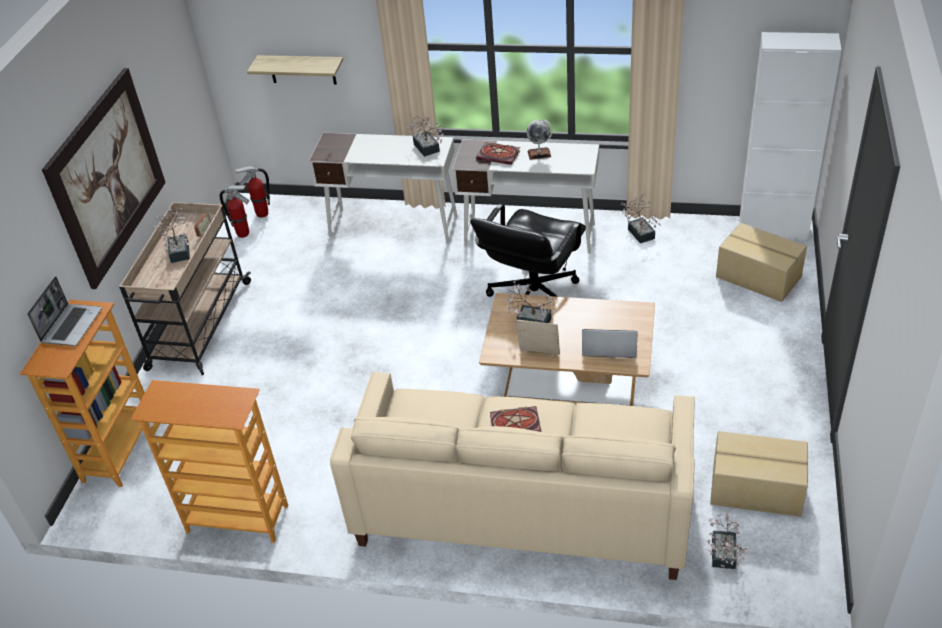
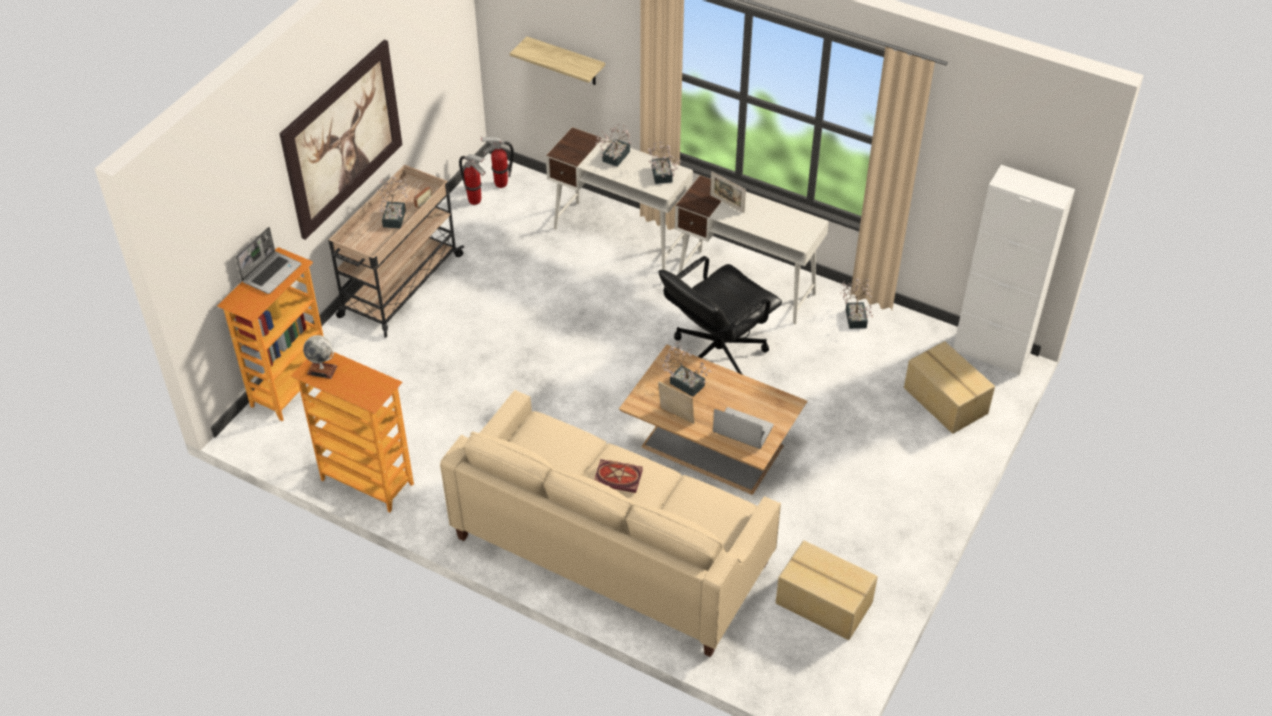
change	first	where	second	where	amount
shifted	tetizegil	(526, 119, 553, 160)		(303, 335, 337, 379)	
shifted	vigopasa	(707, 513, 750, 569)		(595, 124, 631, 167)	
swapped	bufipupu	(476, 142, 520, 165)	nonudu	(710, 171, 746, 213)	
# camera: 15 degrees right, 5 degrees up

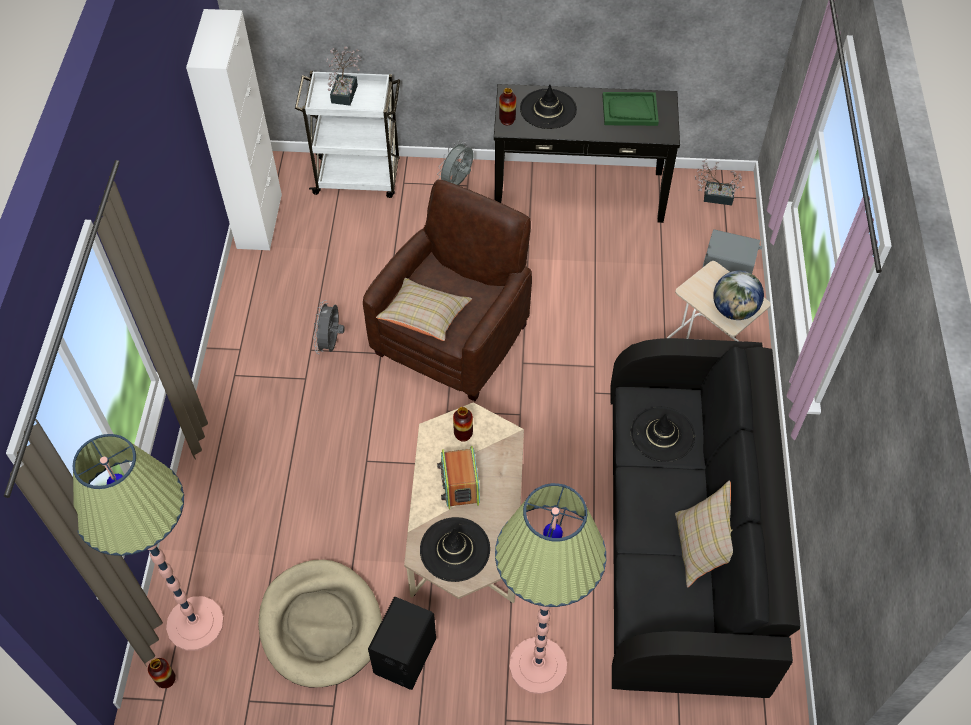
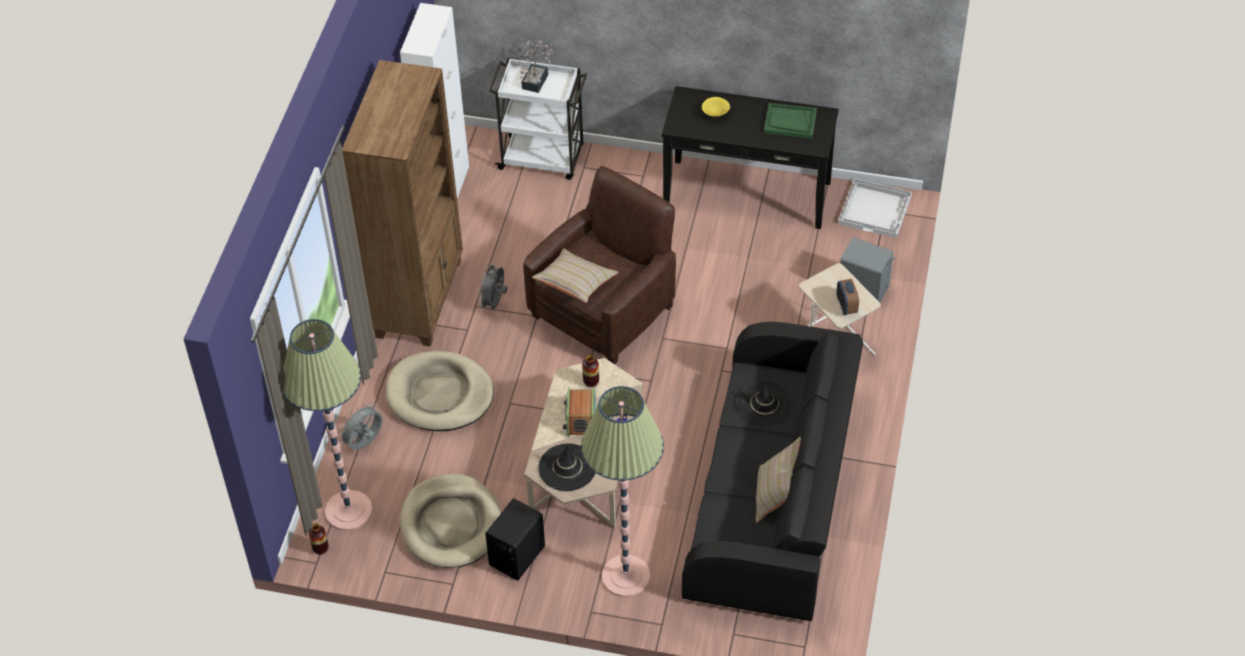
change	first	where	second	where	amount
shifted	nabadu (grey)	(437, 141, 473, 185)		(338, 404, 383, 450)	
new			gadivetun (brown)	(342, 60, 463, 347)	
new			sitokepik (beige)	(386, 351, 494, 431)	
swapped	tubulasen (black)	(520, 85, 577, 129)	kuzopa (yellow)	(702, 97, 730, 117)	
swapped	tetizegil	(713, 271, 764, 320)	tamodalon	(836, 279, 859, 315)	
swapped	vigopasa	(695, 159, 745, 206)	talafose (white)	(838, 178, 912, 238)	
gone	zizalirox	(499, 88, 516, 125)			
# camera: 10 degrees right, 5 degrees down

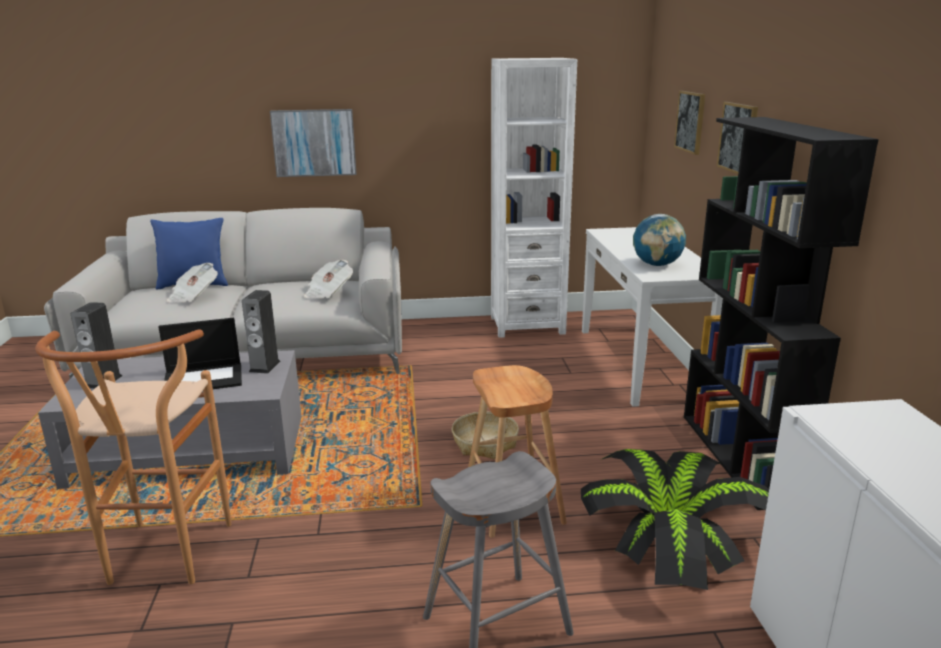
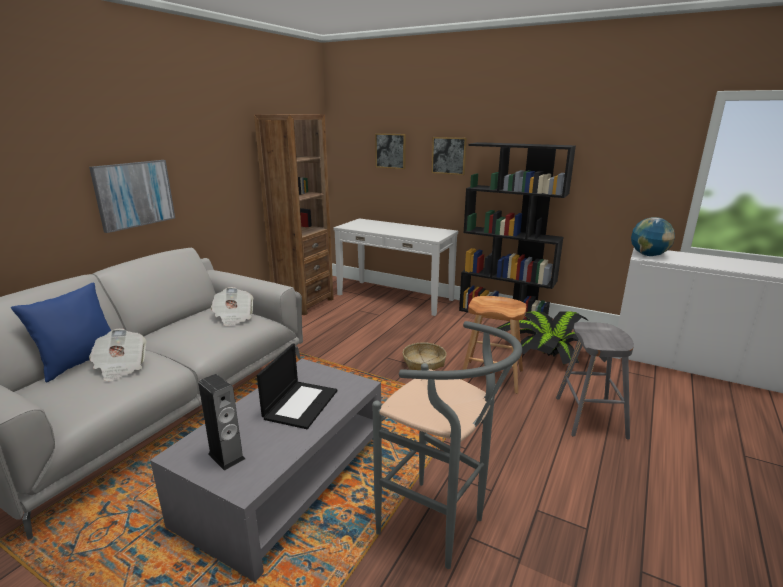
change	first	where	second	where	amount
repainted	gadivetun (white)	(491, 58, 577, 338)	gadivetun (brown)	(254, 114, 334, 315)	
repainted	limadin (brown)	(35, 329, 231, 585)	limadin (grey)	(372, 321, 522, 569)	
shifted	tetizegil	(633, 214, 686, 266)		(631, 217, 675, 256)	
gone	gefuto	(242, 290, 280, 374)			
# camera: 55 degrees left, 0 degrees up

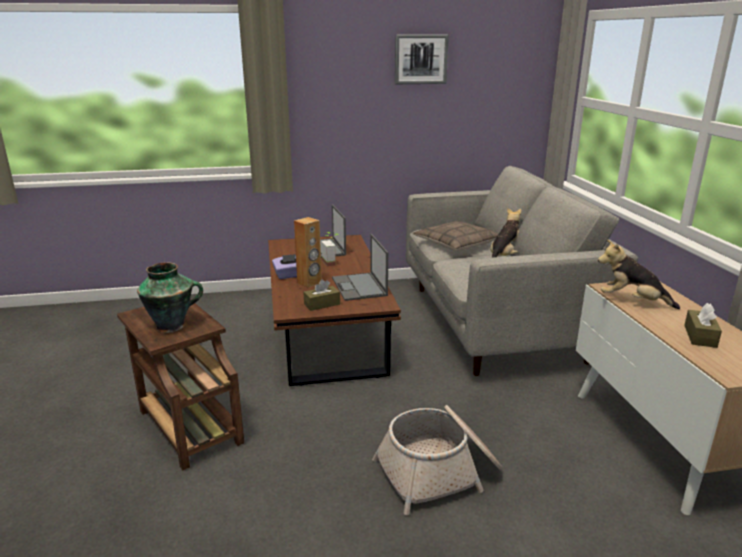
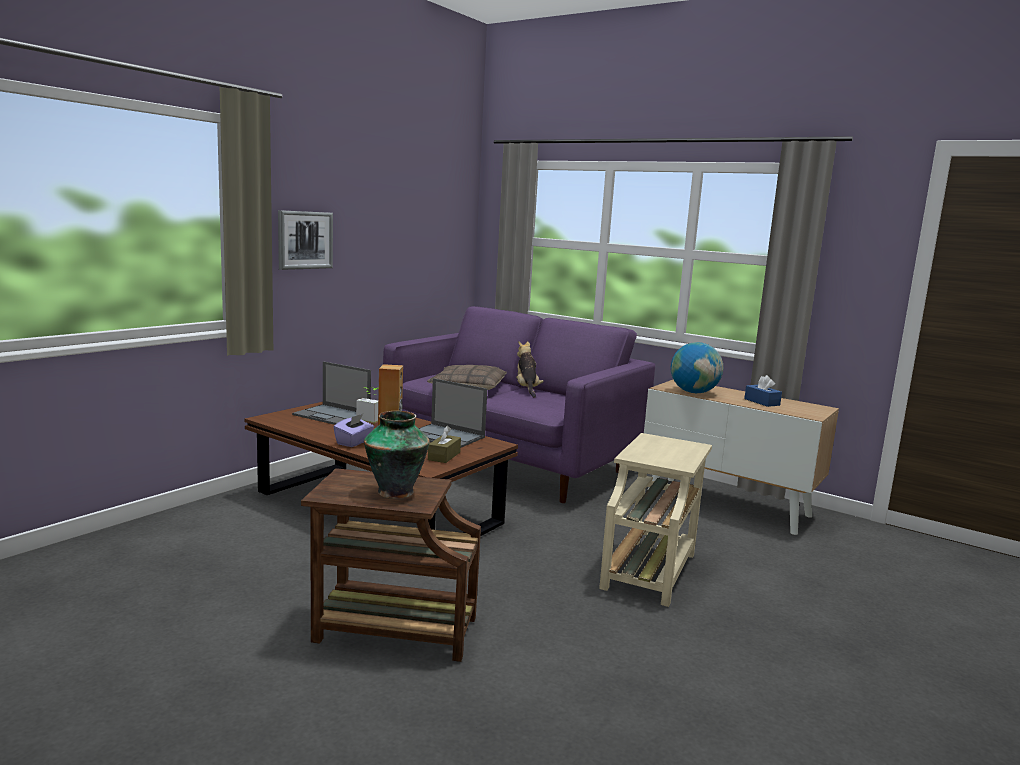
change	first	where	second	where	amount
shifted	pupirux	(395, 35, 449, 84)		(278, 210, 333, 270)	
repainted	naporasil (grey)	(406, 166, 638, 376)	naporasil (purple)	(383, 306, 655, 503)	
swapped	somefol	(372, 405, 502, 515)	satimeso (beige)	(599, 433, 712, 607)	
swapped	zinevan	(598, 240, 680, 309)	tetizegil	(671, 342, 723, 393)	
repainted	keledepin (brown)	(684, 303, 722, 348)	keledepin (blue)	(744, 375, 782, 407)	
# camera: 45 degrees left, 10 degrees down

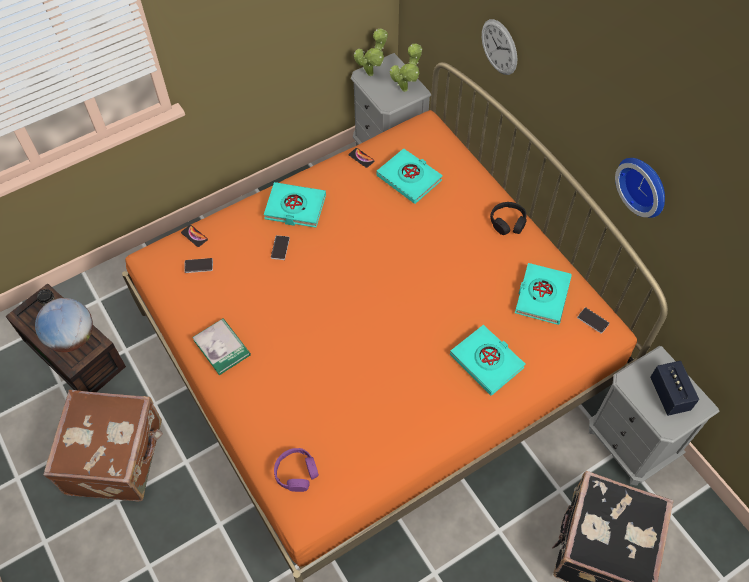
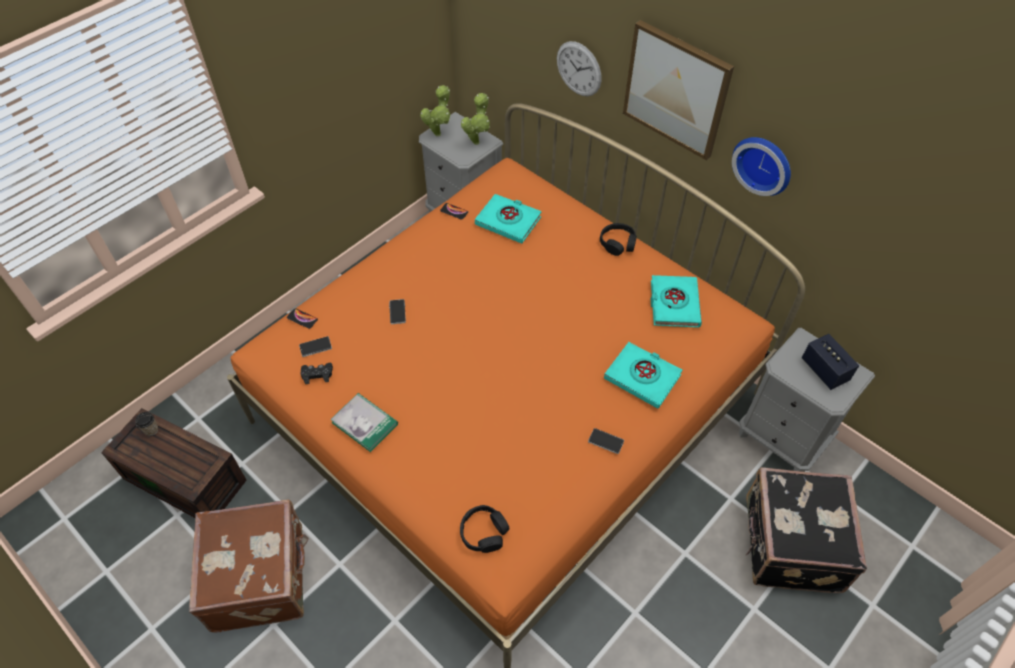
change	first	where	second	where	amount
new			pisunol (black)	(301, 363, 333, 384)	
repainted	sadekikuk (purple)	(274, 448, 319, 492)	sadekikuk (black)	(460, 505, 509, 553)	
shifted	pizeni	(577, 307, 610, 333)		(588, 428, 624, 454)	
new			pupirux	(623, 20, 734, 160)	
gone	tetizegil	(35, 298, 93, 352)			
gone	bufipupu (turquoise)	(264, 182, 326, 228)			
# camera: 15 degrees left, 5 degrees down

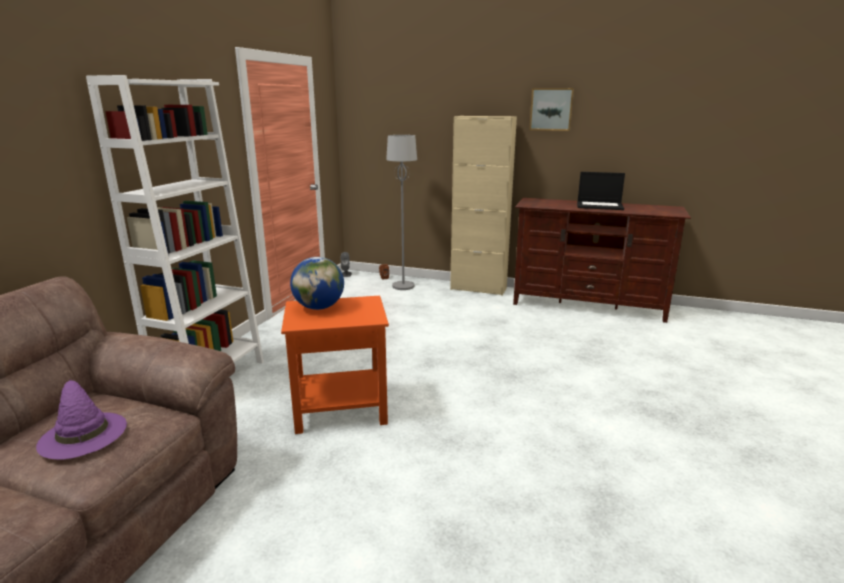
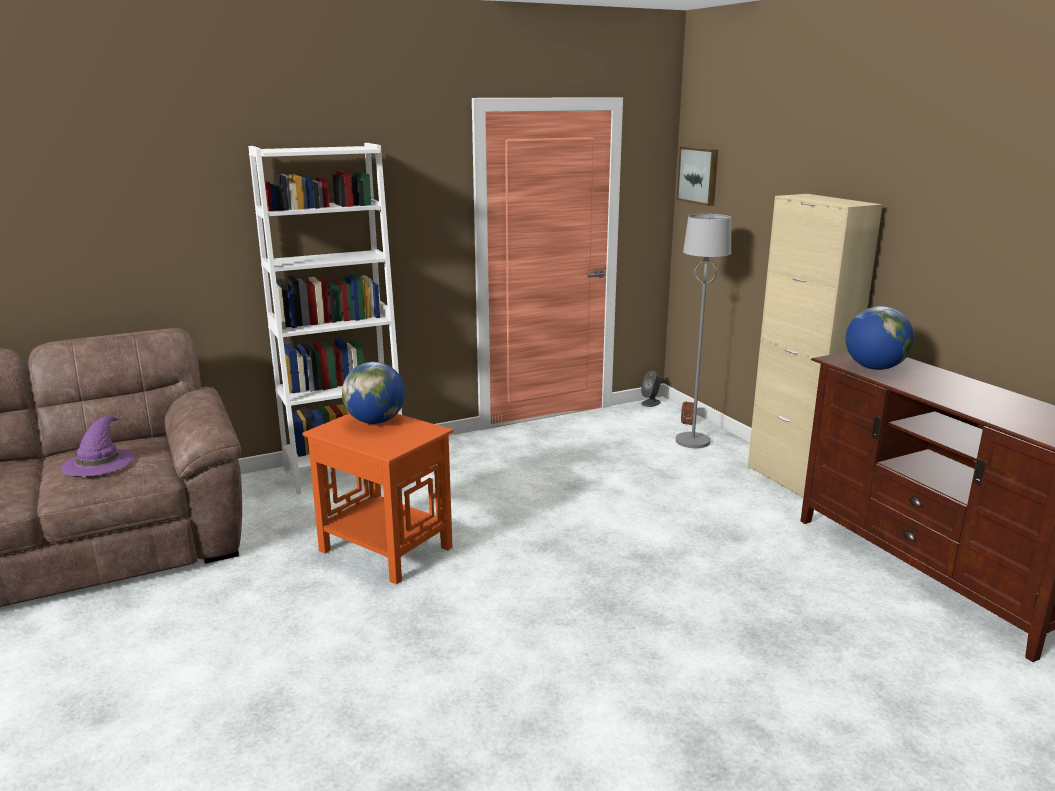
change	first	where	second	where	amount
shifted	pupirux	(529, 88, 574, 131)		(677, 147, 718, 206)	
new			tetizegil	(845, 306, 914, 370)	
gone	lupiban	(577, 172, 625, 210)			
# camera: 45 degrees right, 0 degrees up

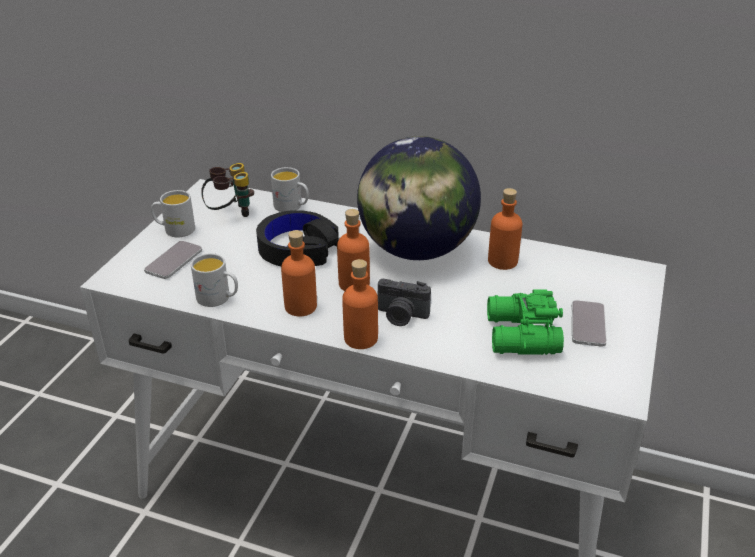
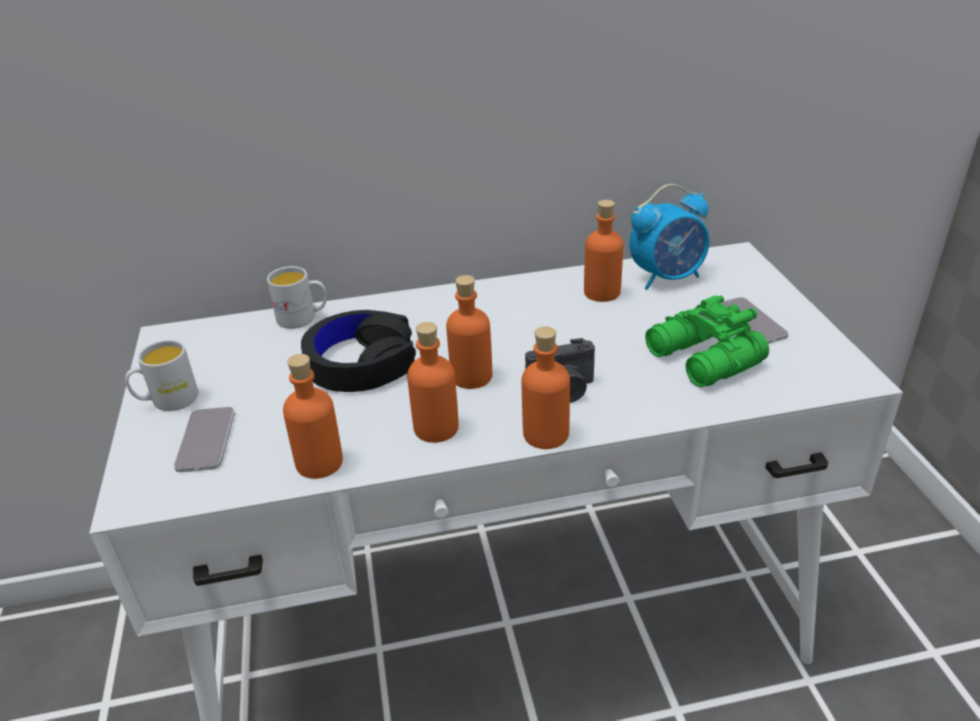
change	first	where	second	where	amount
swapped	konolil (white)	(191, 253, 238, 307)	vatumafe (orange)	(283, 354, 343, 479)	
new			tamodalon	(629, 184, 709, 290)	
gone	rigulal	(201, 163, 254, 217)			
gone	tetizegil	(357, 136, 481, 260)			
# camera: 30 degrees left, 0 degrees up

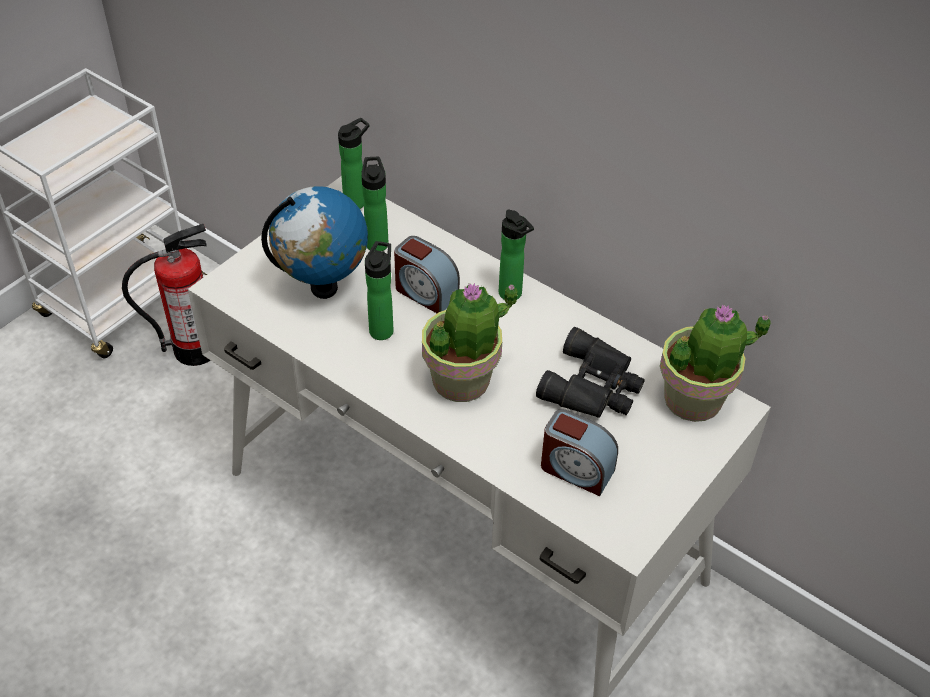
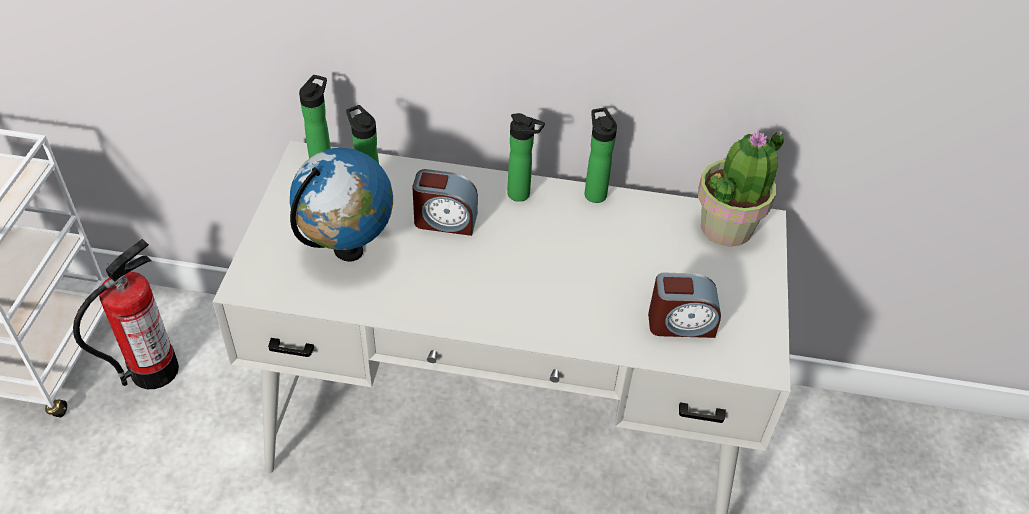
change	first	where	second	where	amount
shifted	vatumafe	(365, 241, 393, 340)		(585, 108, 617, 203)	
gone	vigopasa	(422, 283, 518, 402)			
gone	rigulal (black)	(536, 327, 645, 418)			
# camera: 30 degrees left, 0 degrees up

